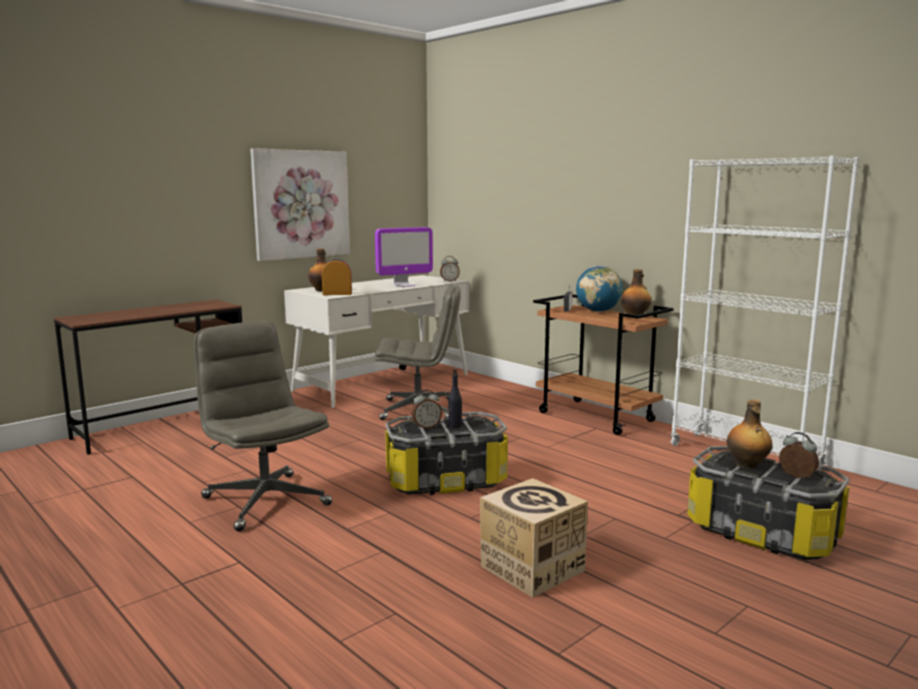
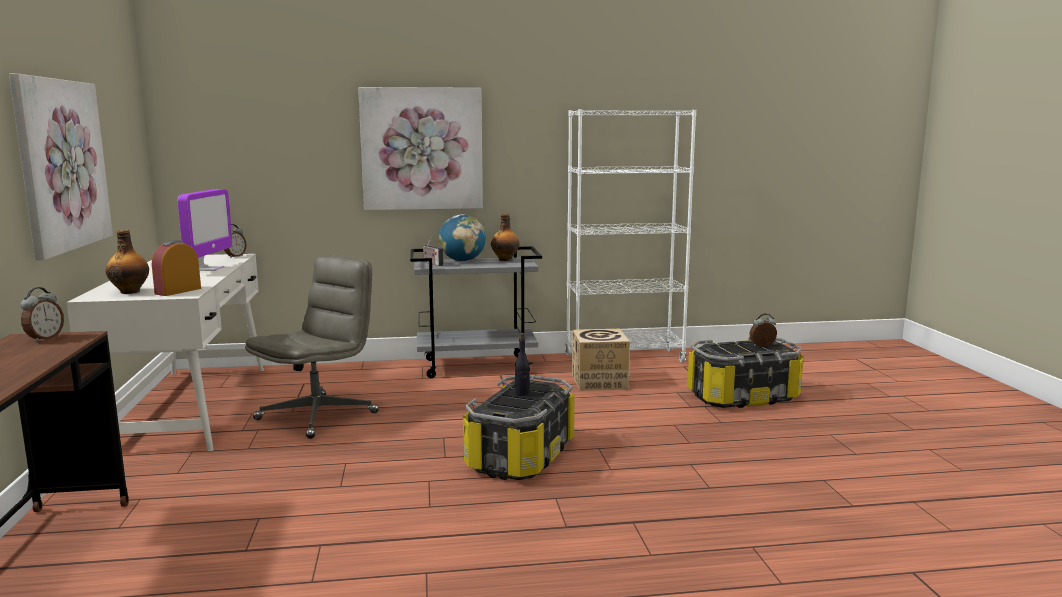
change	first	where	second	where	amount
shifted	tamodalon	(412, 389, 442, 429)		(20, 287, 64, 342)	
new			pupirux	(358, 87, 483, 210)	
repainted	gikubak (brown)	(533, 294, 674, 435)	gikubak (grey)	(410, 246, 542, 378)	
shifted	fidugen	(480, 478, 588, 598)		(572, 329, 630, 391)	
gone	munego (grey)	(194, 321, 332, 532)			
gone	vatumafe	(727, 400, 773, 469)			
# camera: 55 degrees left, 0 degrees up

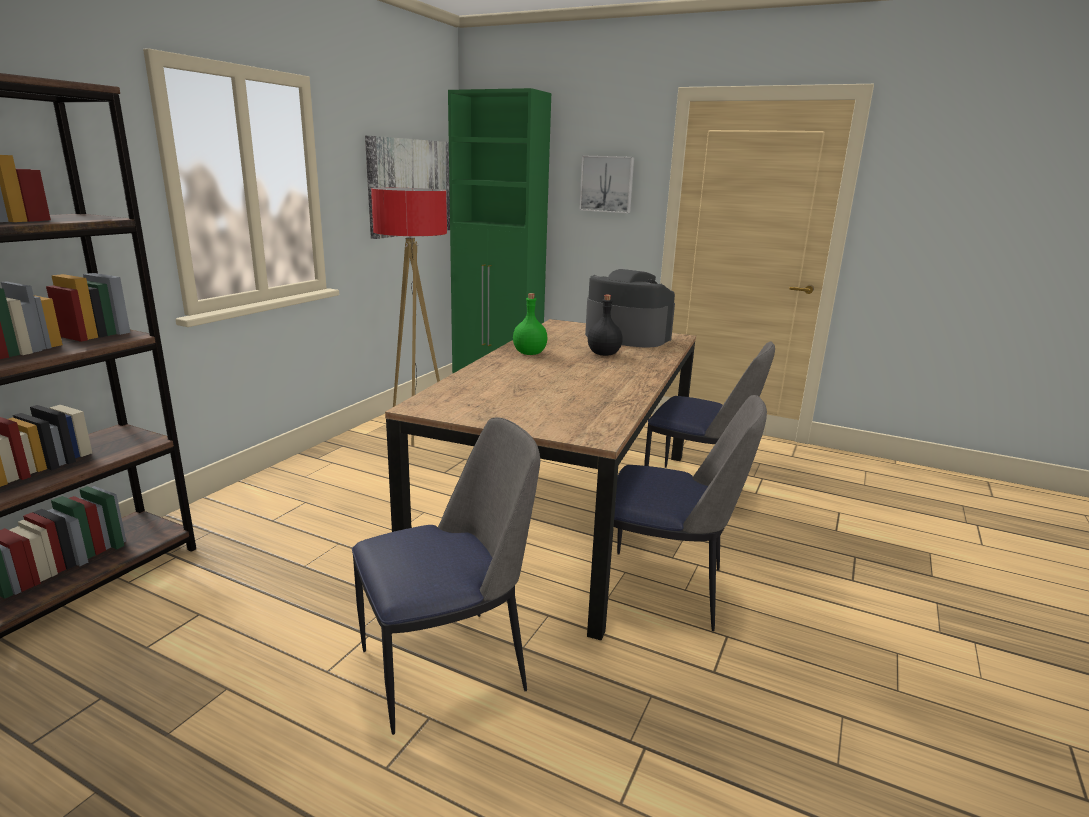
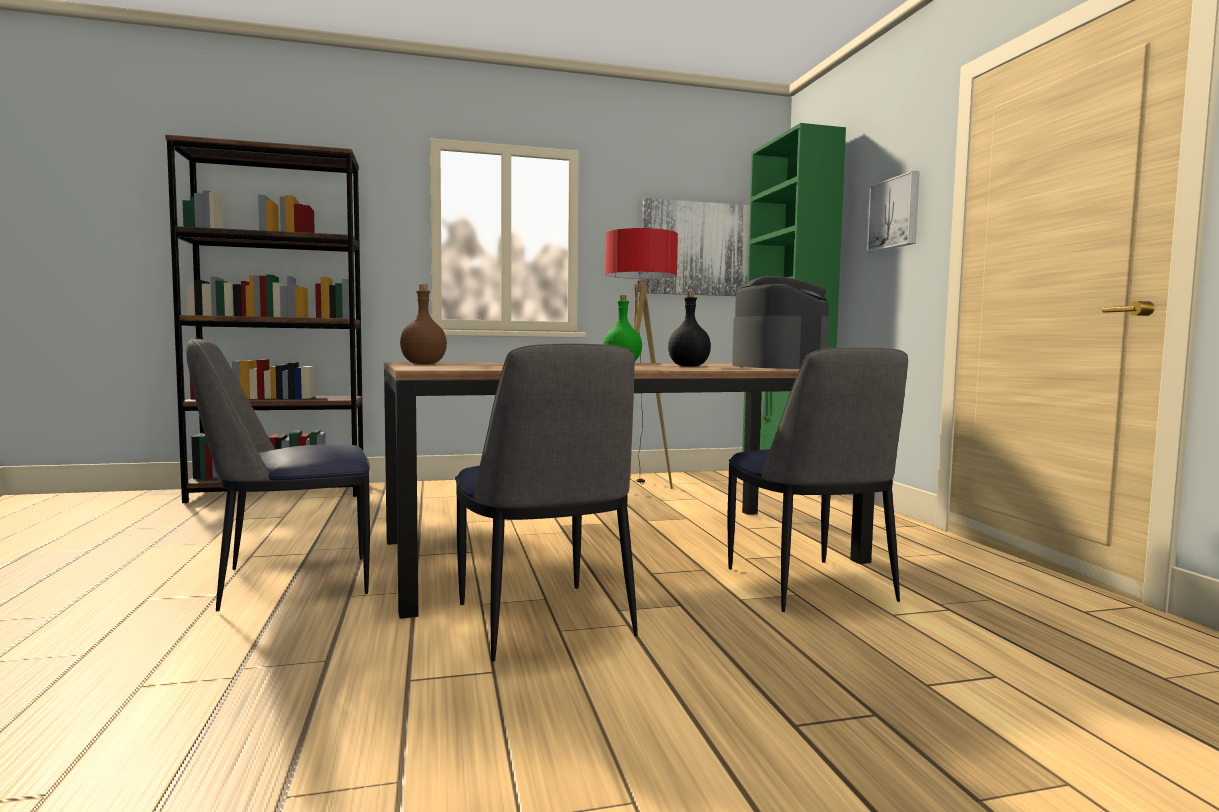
change	first	where	second	where	amount
rotated	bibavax	(352, 417, 540, 735)		(186, 338, 370, 611)	135 degrees clockwise
new			vatumafe (brown)	(400, 284, 447, 364)	
# camera: 50 degrees right, 15 degrees down

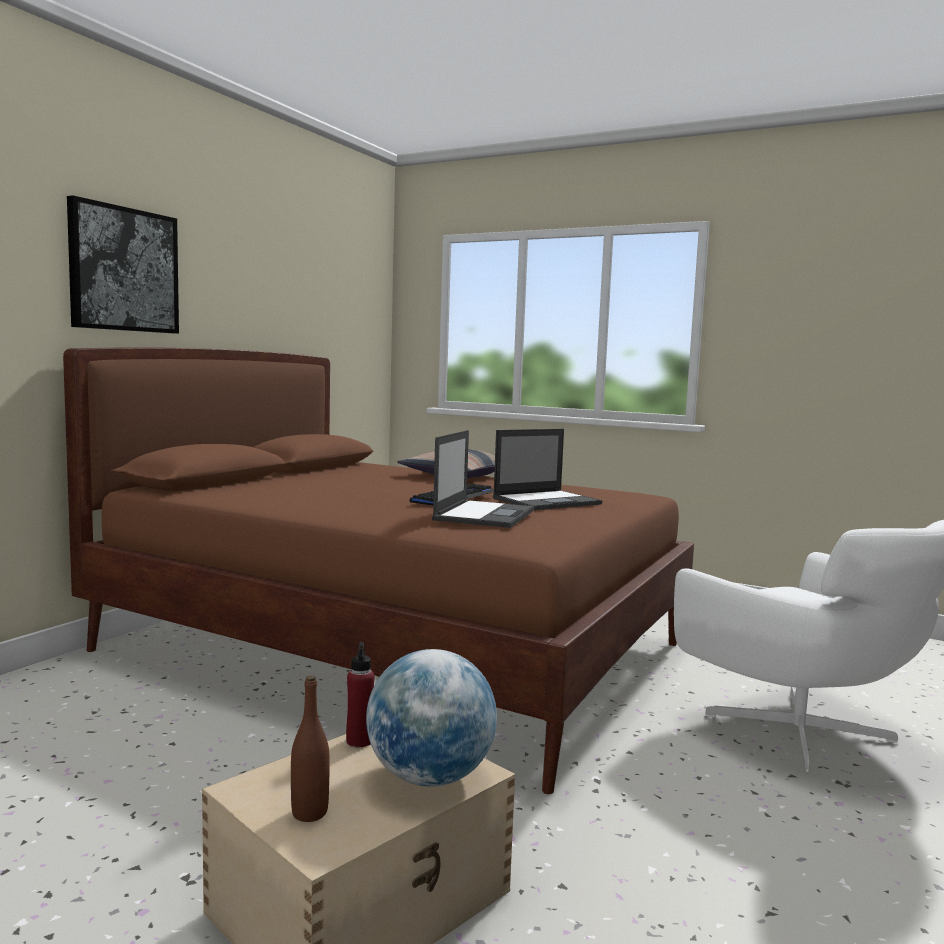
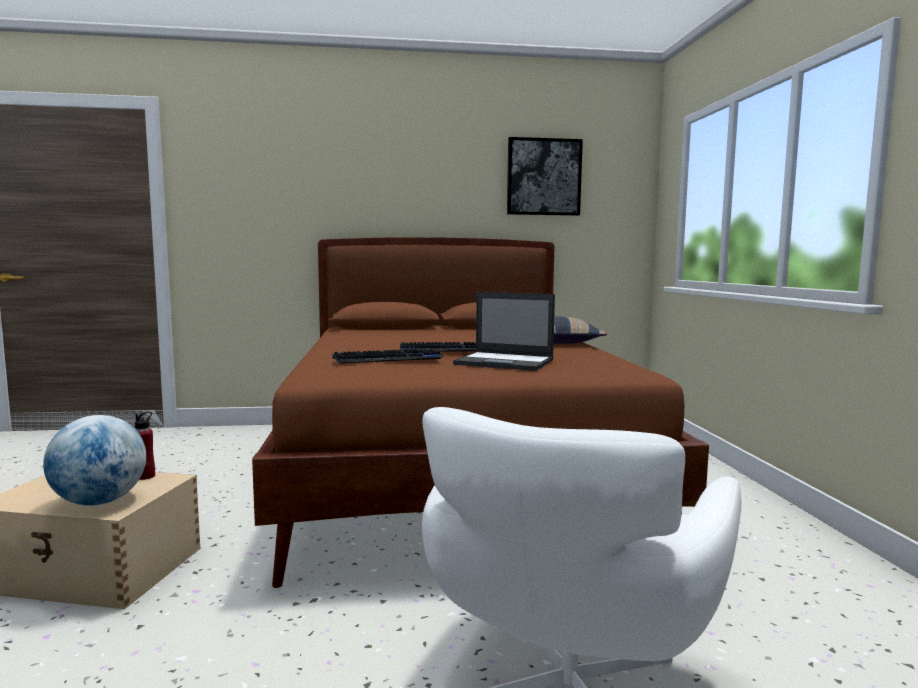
change	first	where	second	where	amount
swapped	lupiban	(432, 430, 534, 528)	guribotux	(332, 349, 444, 363)	
shifted	pupirux	(67, 195, 179, 334)		(507, 137, 583, 216)	
gone	vatumafe (brown)	(291, 675, 330, 822)			
# camera: 55 degrees right, 0 degrees up

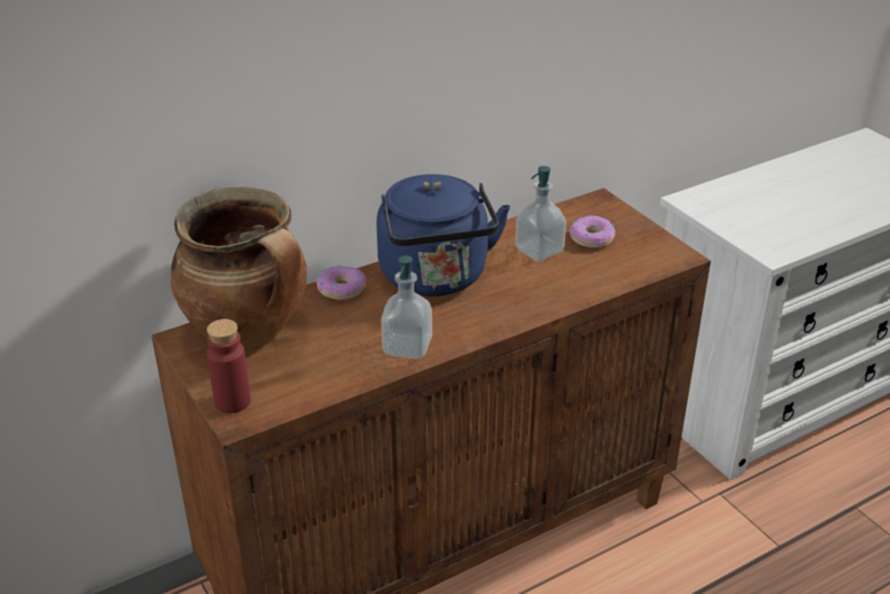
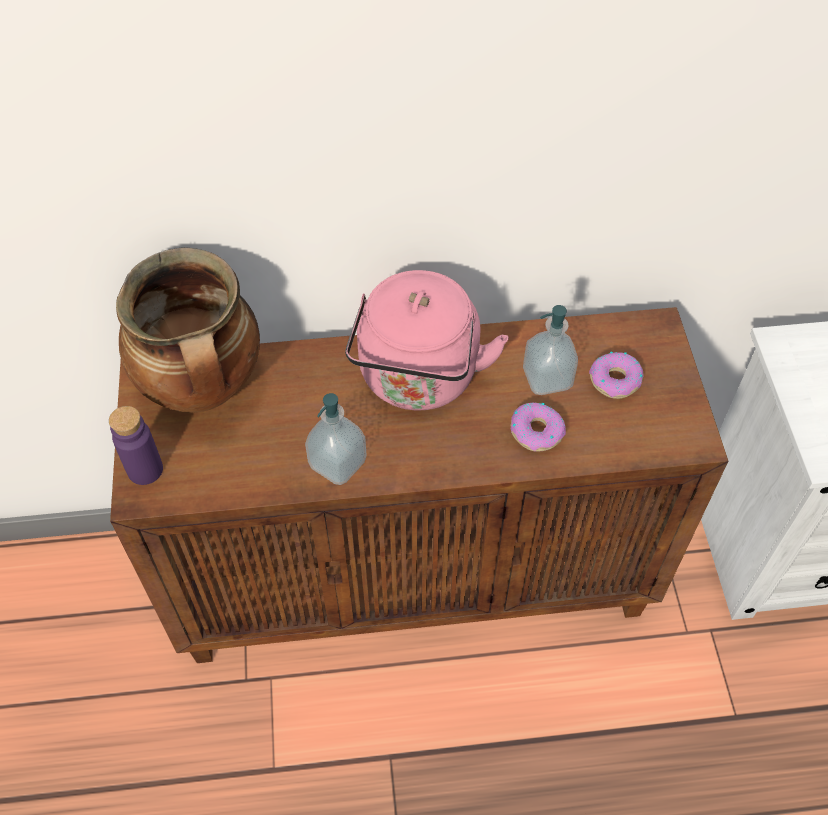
change	first	where	second	where	amount
repainted	vatumafe (red)	(207, 319, 251, 413)	vatumafe (purple)	(109, 406, 163, 485)	
repainted	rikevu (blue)	(377, 174, 510, 296)	rikevu (pink)	(345, 270, 508, 411)	
shifted	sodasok	(317, 265, 367, 300)		(510, 402, 566, 452)	
# camera: 25 degrees right, 20 degrees up

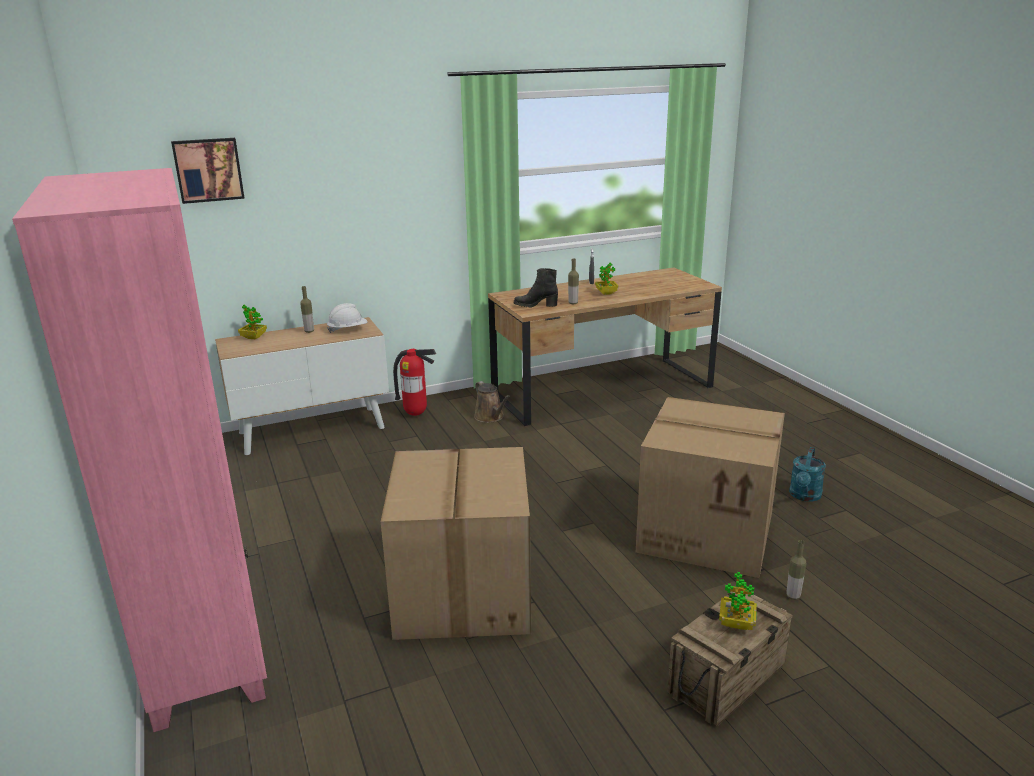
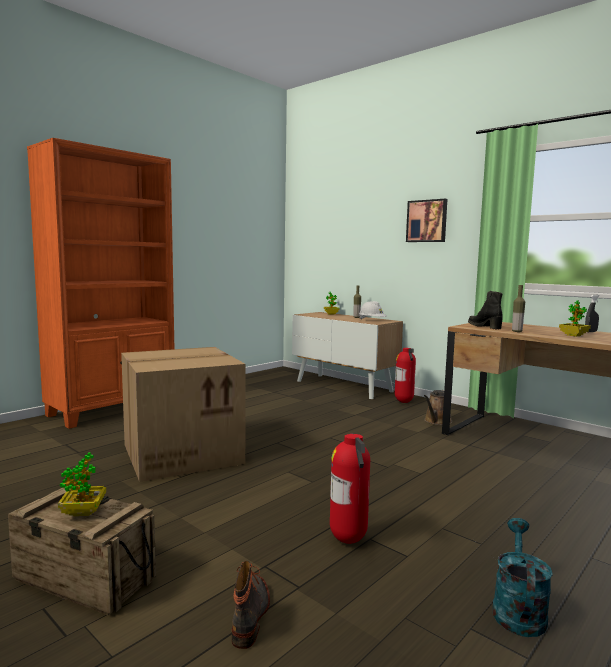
change	first	where	second	where	amount
repainted	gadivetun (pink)	(12, 168, 267, 732)	gadivetun (orange)	(27, 138, 174, 429)	
swapped	vatumafe	(786, 540, 806, 600)	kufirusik	(232, 561, 270, 649)	
swapped	fidugen	(636, 397, 785, 578)	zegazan	(330, 433, 370, 544)	
shifted	pupirux	(171, 138, 245, 204)		(406, 199, 447, 242)	
rotated	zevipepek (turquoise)	(789, 447, 826, 502)		(492, 518, 553, 637)	105 degrees clockwise
# camera: 65 degrees right, 15 degrees down

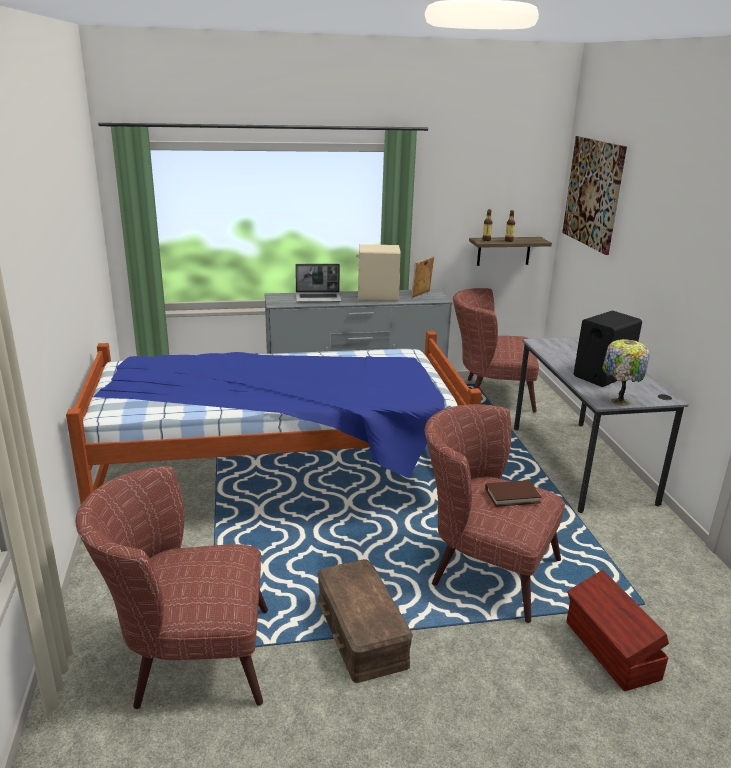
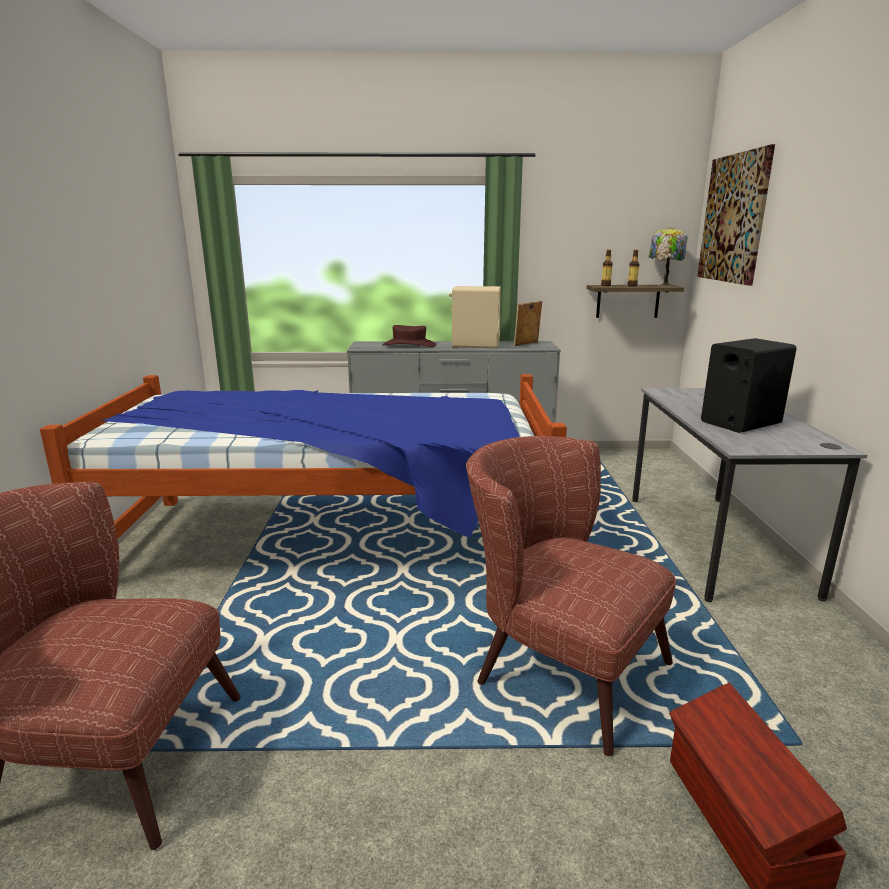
change	first	where	second	where	amount
swapped	lupiban	(295, 264, 342, 303)	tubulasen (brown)	(382, 325, 436, 347)	
shifted	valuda	(602, 339, 650, 406)		(649, 227, 688, 286)	
gone	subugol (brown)	(318, 559, 413, 683)			
gone	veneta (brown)	(453, 288, 539, 413)			
gone	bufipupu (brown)	(485, 480, 541, 507)			
# camera: 10 degrees right, 5 degrees down

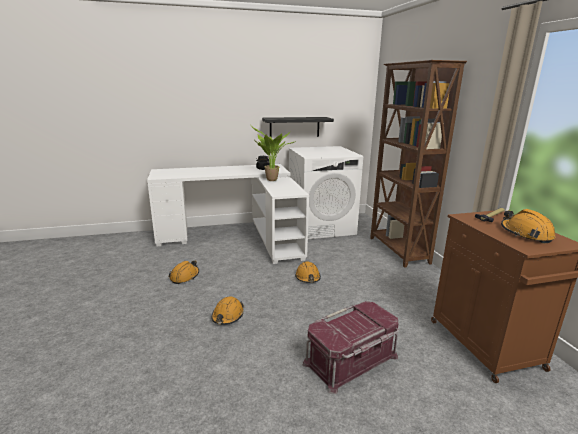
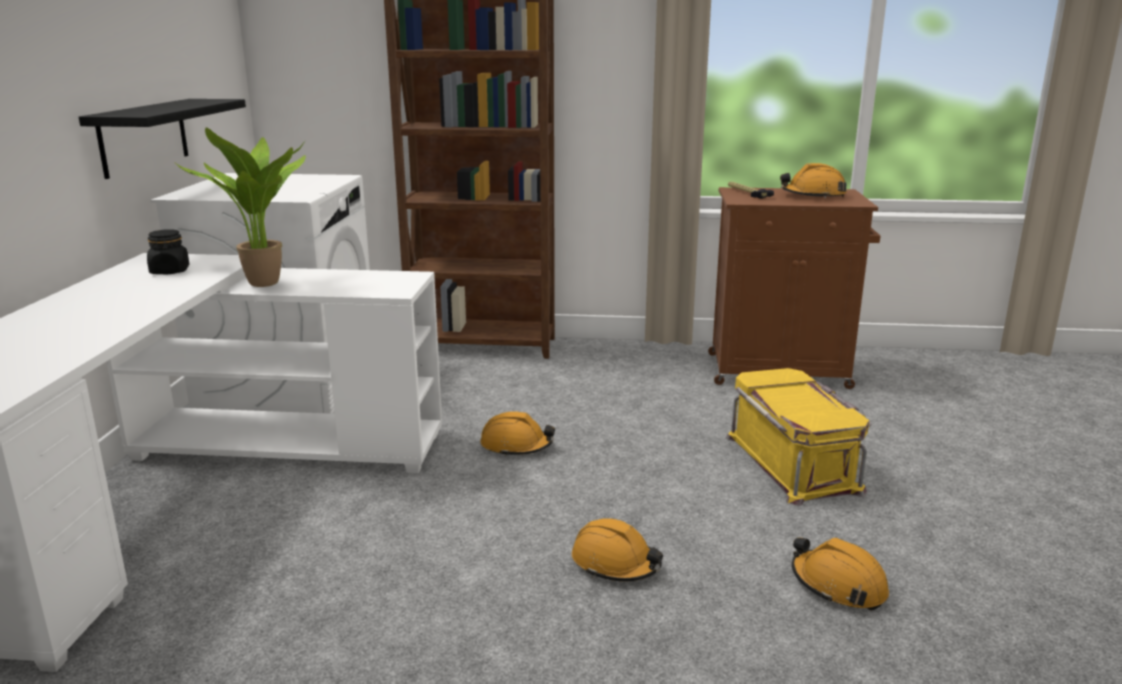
change	first	where	second	where	amount
repainted	subugol (red)	(303, 301, 399, 394)	subugol (yellow)	(726, 368, 872, 506)	
shifted	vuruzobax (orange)	(169, 261, 199, 284)		(792, 538, 889, 611)	
# camera: 70 degrees left, 0 degrees up

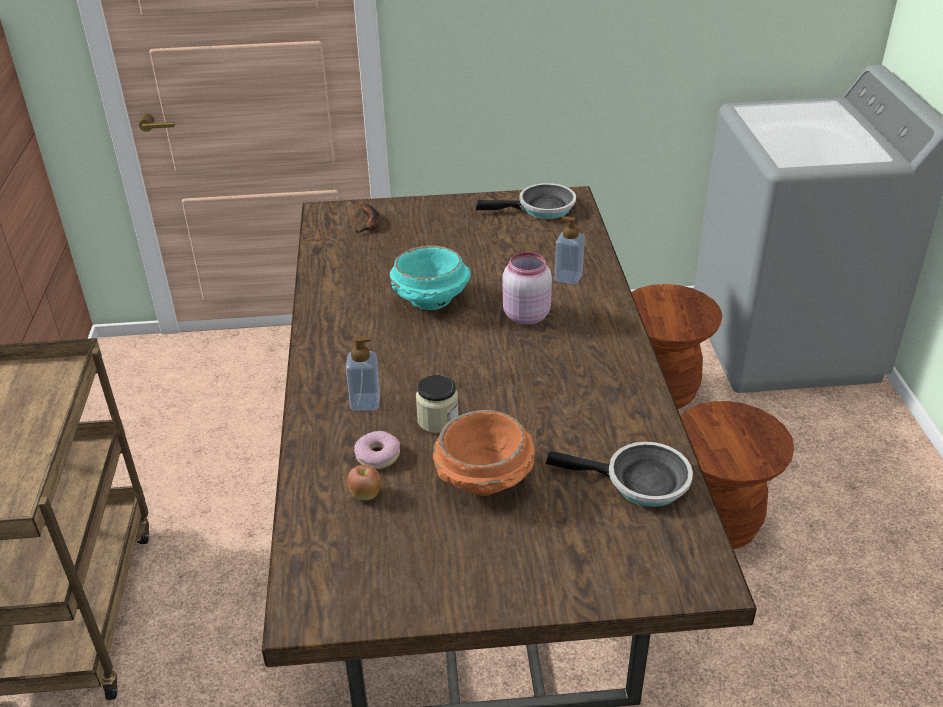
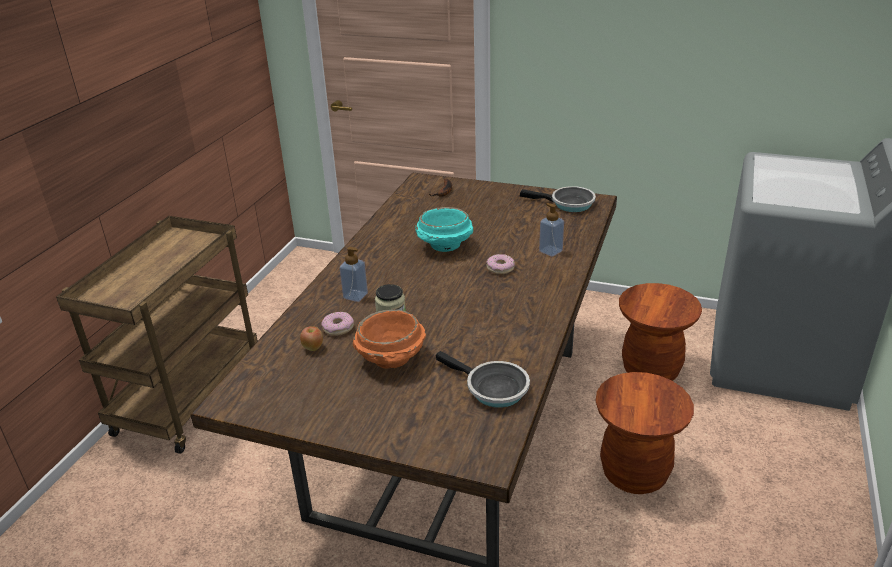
change	first	where	second	where	amount
swapped	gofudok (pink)	(502, 252, 552, 325)	sodasok	(486, 254, 515, 274)	
# camera: 25 degrees right, 5 degrees down

